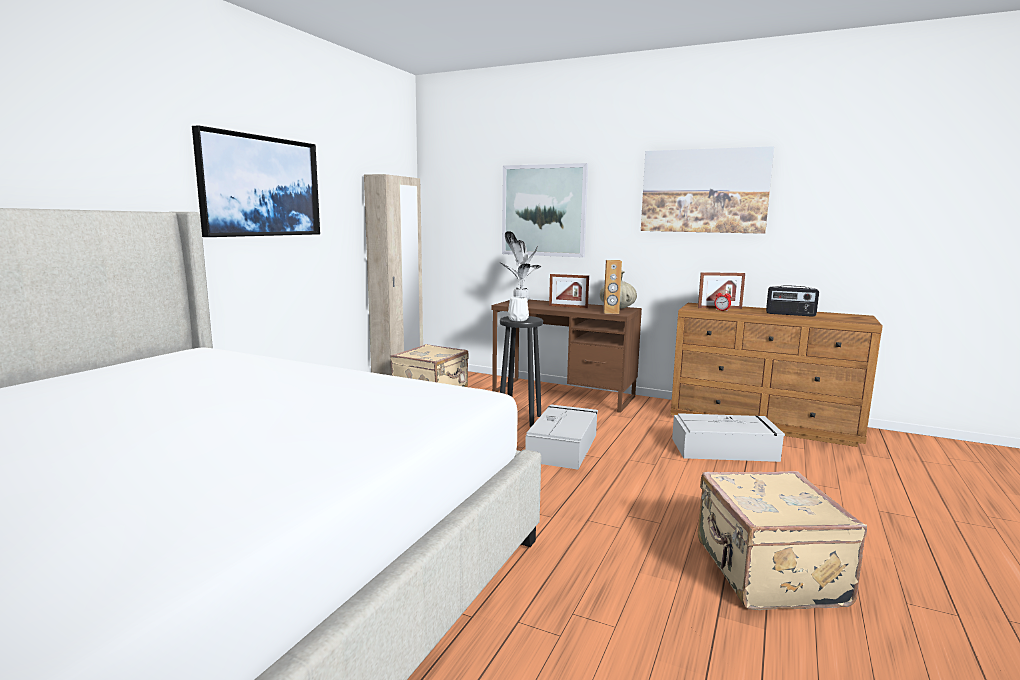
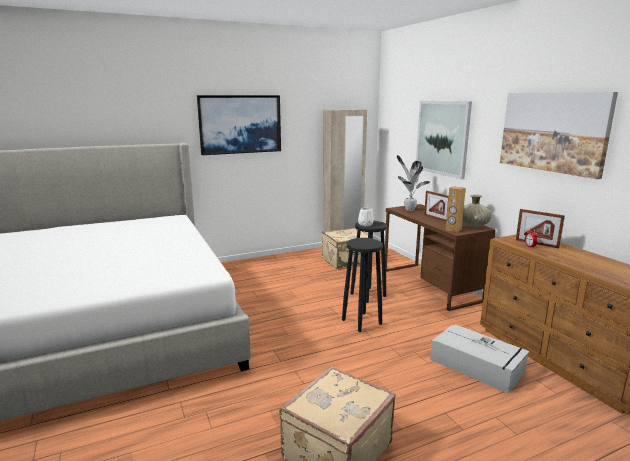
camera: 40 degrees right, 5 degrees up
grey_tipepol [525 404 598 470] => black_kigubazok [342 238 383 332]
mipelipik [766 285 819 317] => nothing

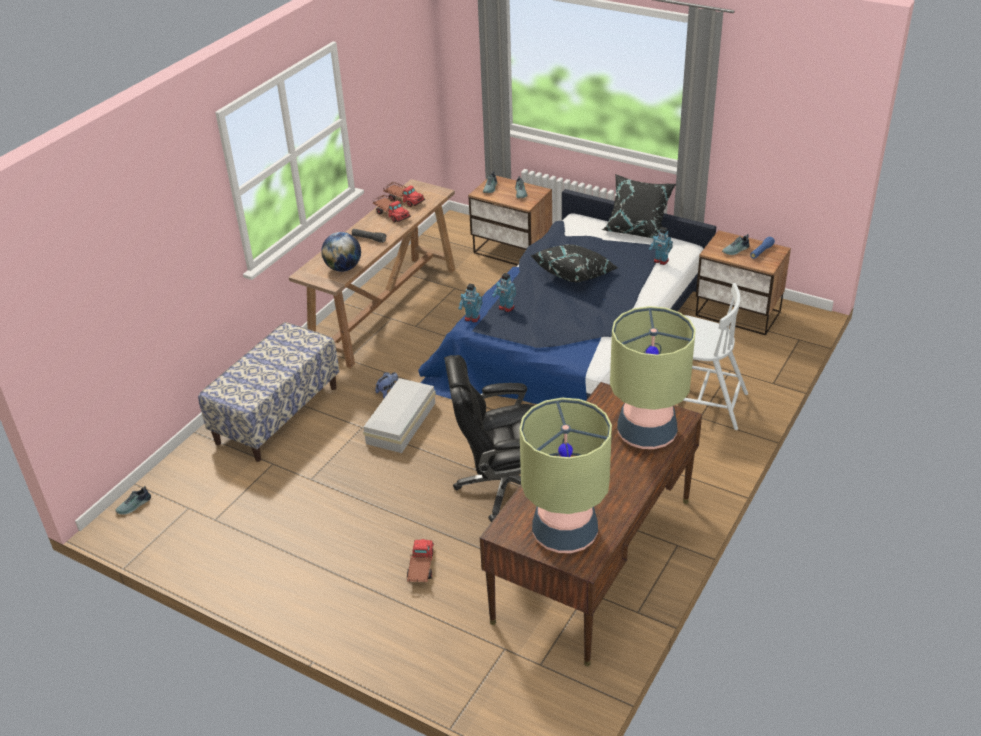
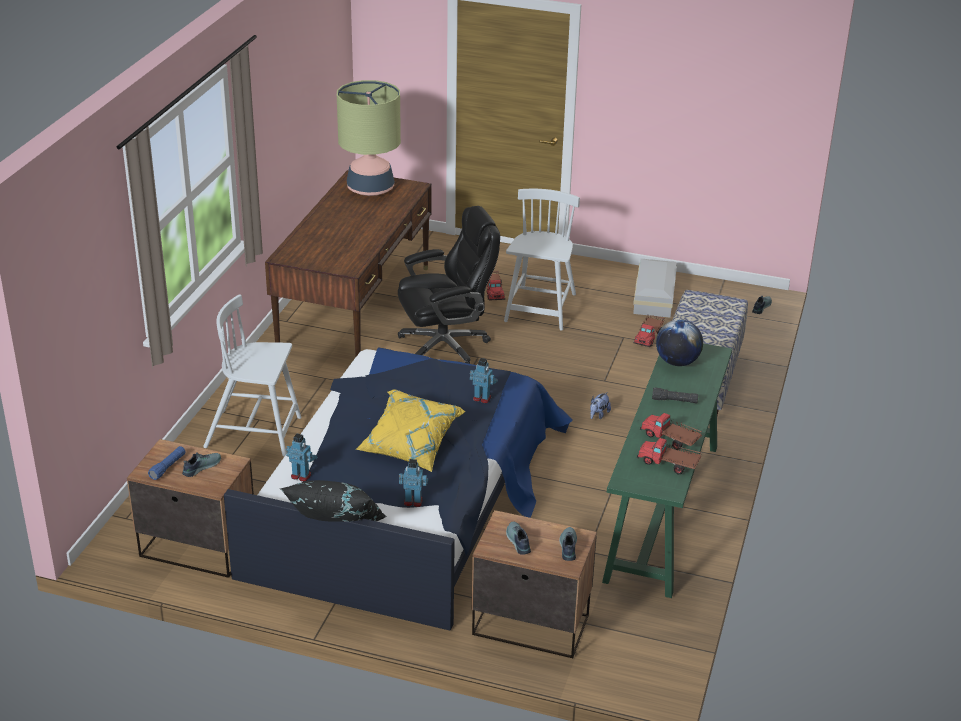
camera: 165 degrees right, 5 degrees down
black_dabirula [531 244 618 282] => yellow_dabirula [356 389 466 472]
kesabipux [458 284 482 322] => kesabipux [399 459 428 507], relocated
nothing => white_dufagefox [504 189 580 331]
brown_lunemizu [289 179 455 368] => green_lunemizu [602 343 732 598]
white_tipepol [363 378 436 453] => white_tipepol [633 259 677 318], relocated
nothing => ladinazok [633 315 664 347]
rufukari [610 306 696 449] => nothing

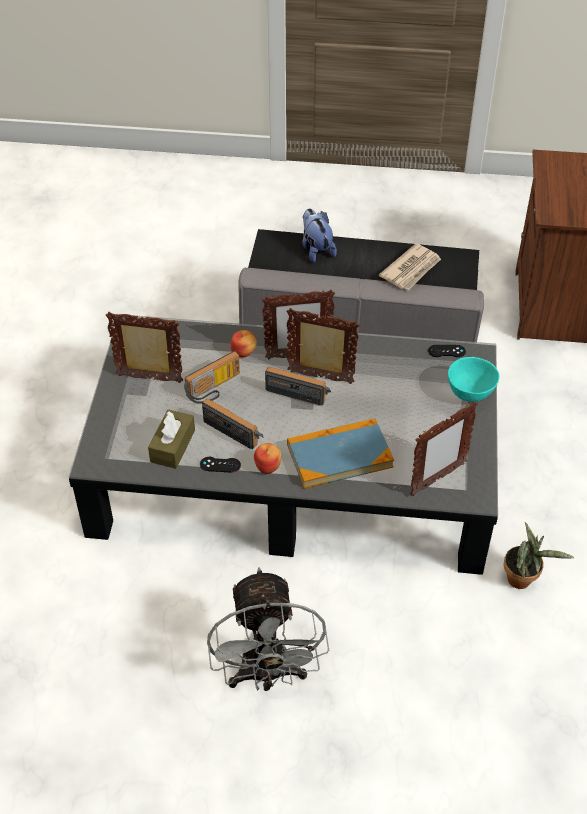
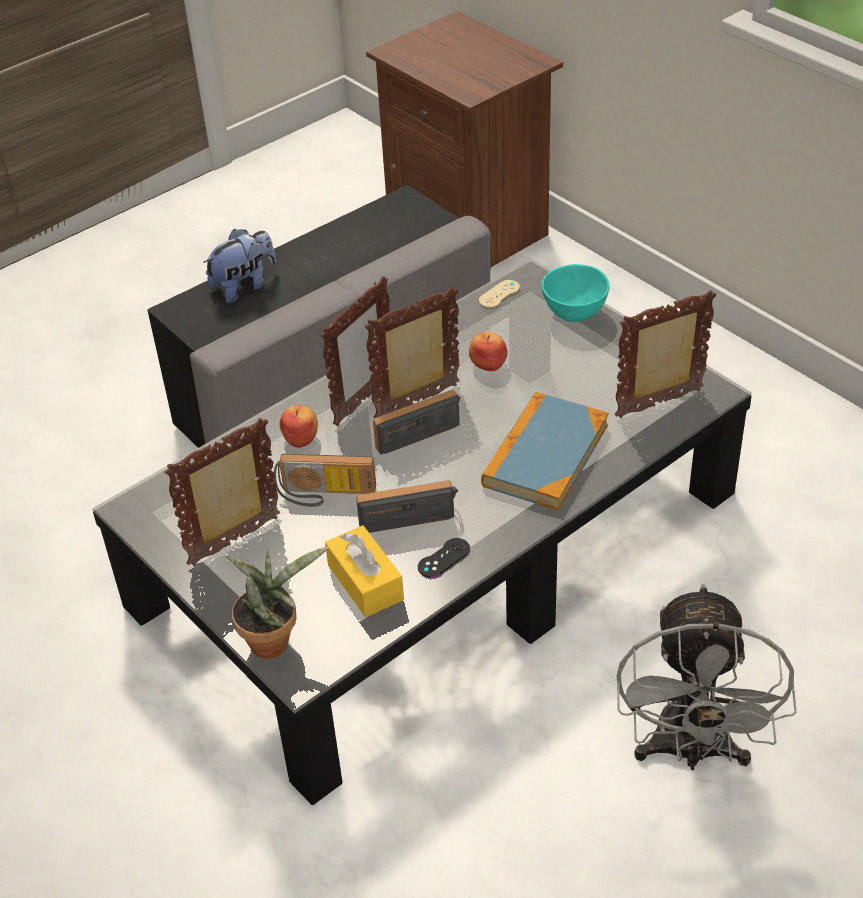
camera: 45 degrees left, 5 degrees down
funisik [302 208 337 263] => funisik [203 229 276 303], 120 degrees clockwise
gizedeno [504 522 574 589] => gizedeno [226 546 329 659], relocated
mipelipik [184 351 240 404] => mipelipik [274 454 376 507], 90 degrees clockwise
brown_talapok [148 409 195 468] => yellow_talapok [325 525 404 617]
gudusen [254 443 281 474] => gudusen [469 332 508 371], relocated
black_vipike [428 345 466 357] => beige_vipike [479 280 520 308]
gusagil [410 401 478 496] => gusagil [615 290 717 418], 120 degrees counterclockwise
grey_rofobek [207 568 329 691] => grey_rofobek [617 584 797 770], 60 degrees clockwise
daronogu [379 243 441 290] => nothing

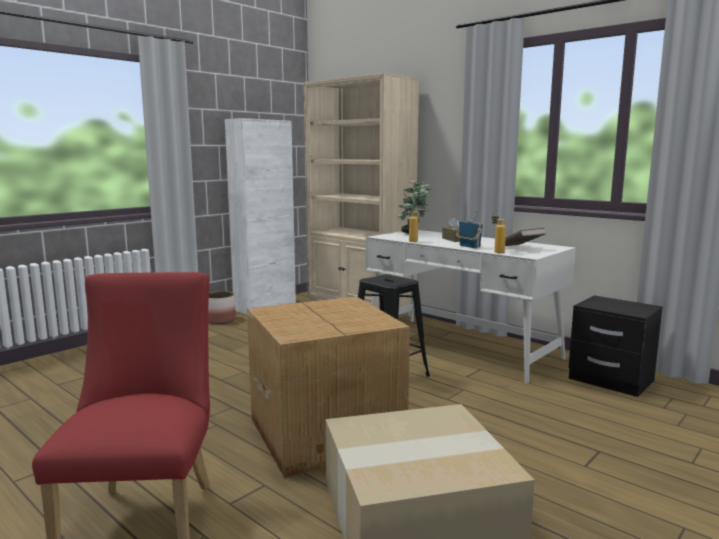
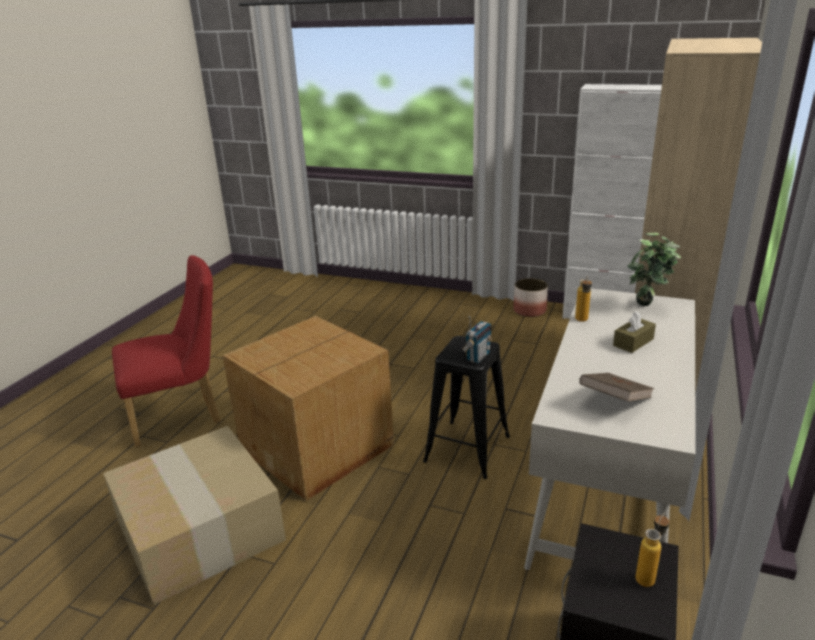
camera: 70 degrees right, 15 degrees up
mipelipik [456 209 483 248] => mipelipik [462 316 492 363], relocated
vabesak [492 211 506 253] => vabesak [635 512 670 587], relocated

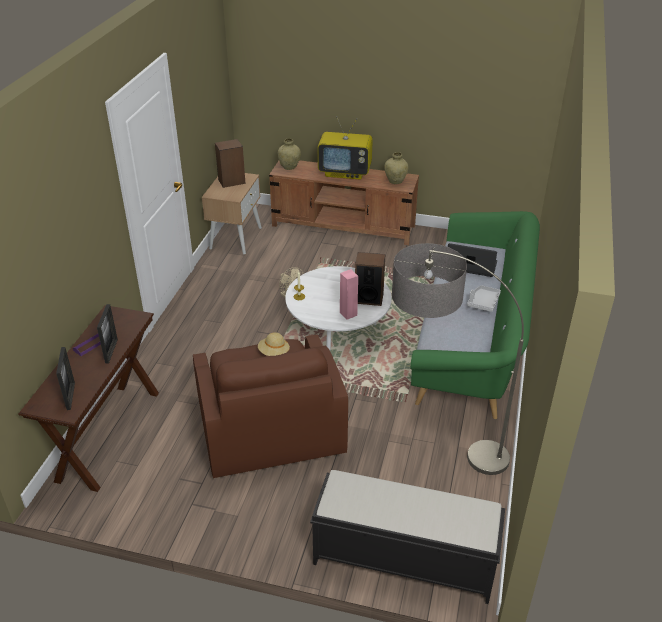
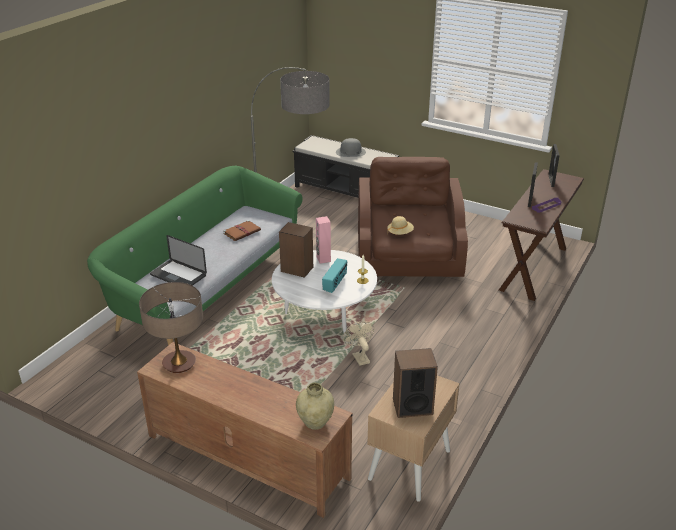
camera: 165 degrees left, 5 degrees down
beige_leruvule [384 152 409 184] => rufukari [139 282 203 373]
nothing => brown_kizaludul [223 220 261 241]
nothing => mipelipik [322 258 347 293]
nothing => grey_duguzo [336 138 366 157]
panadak [318 116 373 180] => nothing
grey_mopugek [467 285 501 312] => nothing

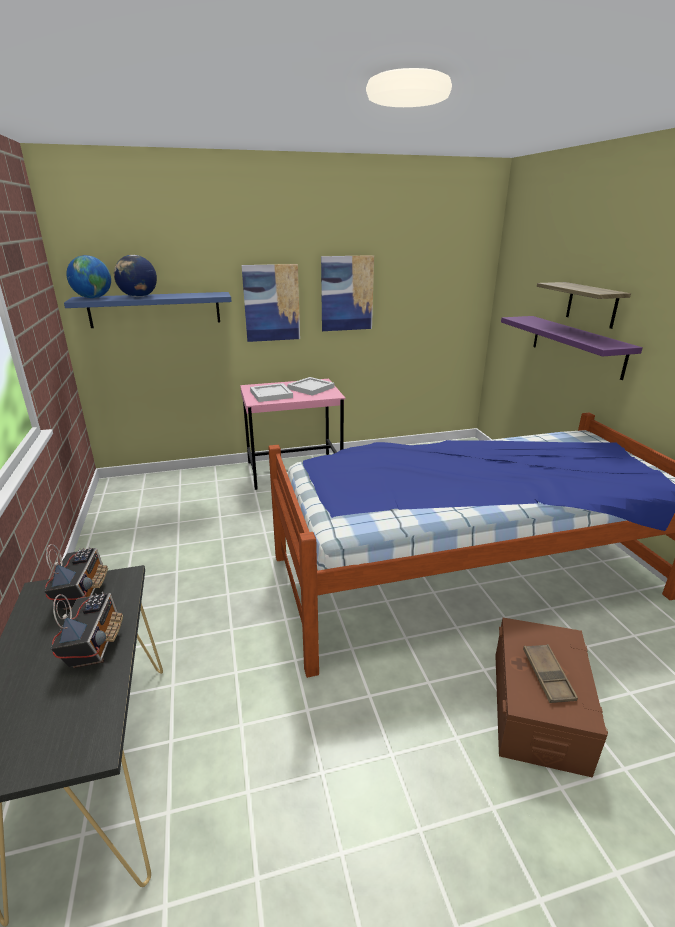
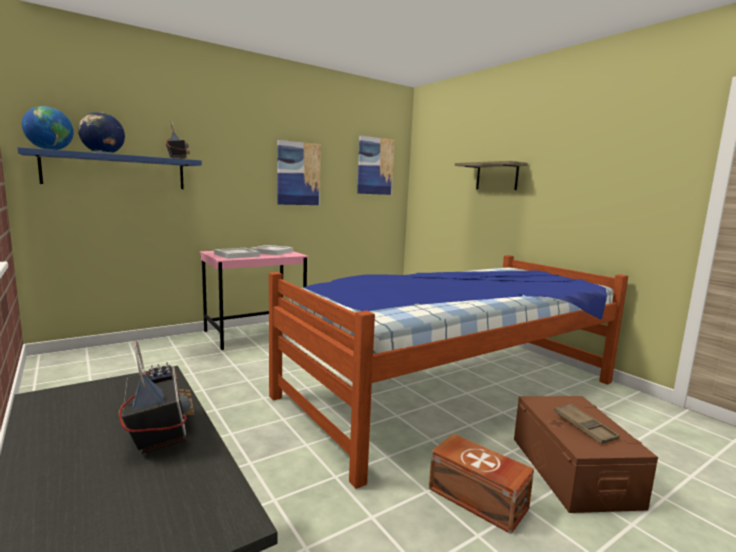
camera: 20 degrees left, 15 degrees down
mipelipik [44 544 108 610] => mipelipik [166 120 190 159], relocated
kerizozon [241 264 300 342] => kerizozon [357 136 394 195], relocated
nothing => brown_tipepol [429 434 534 534]
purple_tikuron [501 316 643 380] => nothing

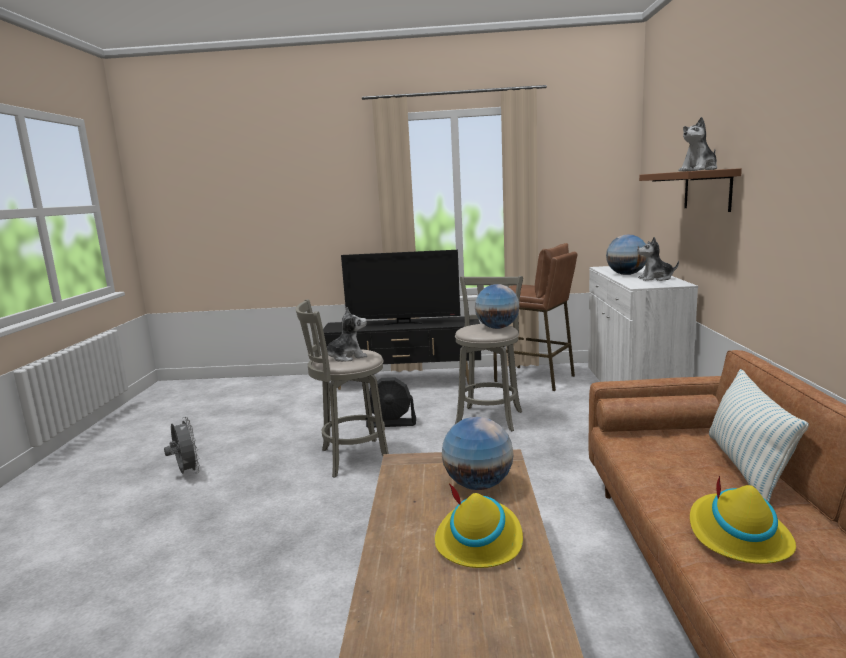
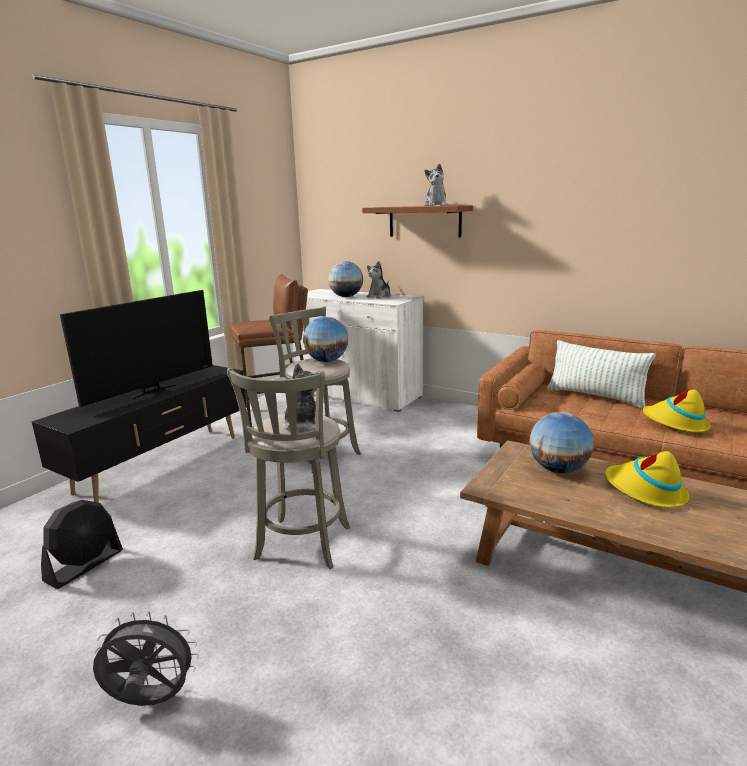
camera: 60 degrees left, 5 degrees up
black_rofobek [366 377 416 428] => black_rofobek [41 500 123 589], relocated

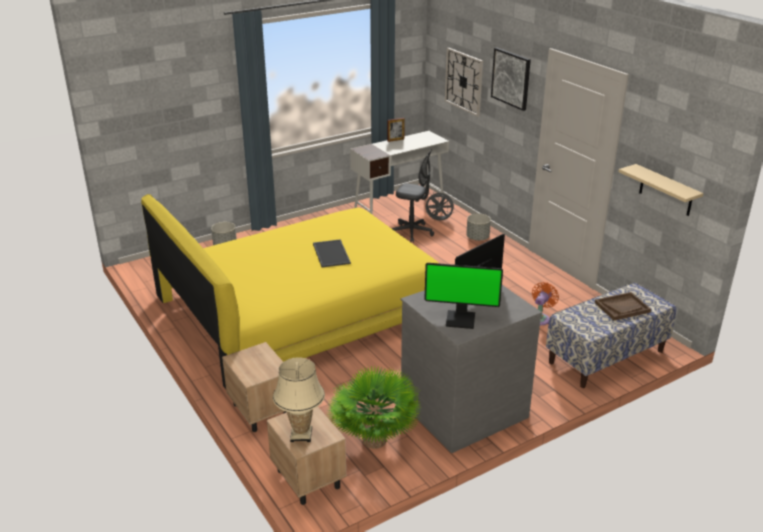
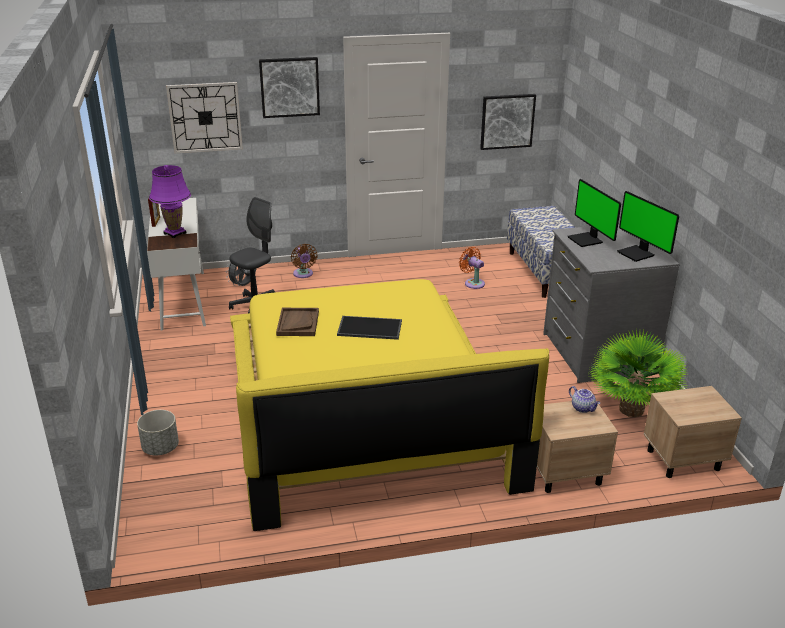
camera: 70 degrees left, 0 degrees up
nothing => purple_rufukari [149 165 191 238]
brown_mopugek [595 292 651 320] => brown_mopugek [276 308 319 336], relocated
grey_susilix [466 213 491 241] => brown_rofobek [291 244 318 278]
beige_tikuron [618 164 704 216] => kerizozon [480 94 536 150]
nothing => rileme [569 386 600 413]
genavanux [424 263 503 329] => genavanux [617 191 679 262], 120 degrees clockwise
beige_rufukari [273 357 325 442] => nothing

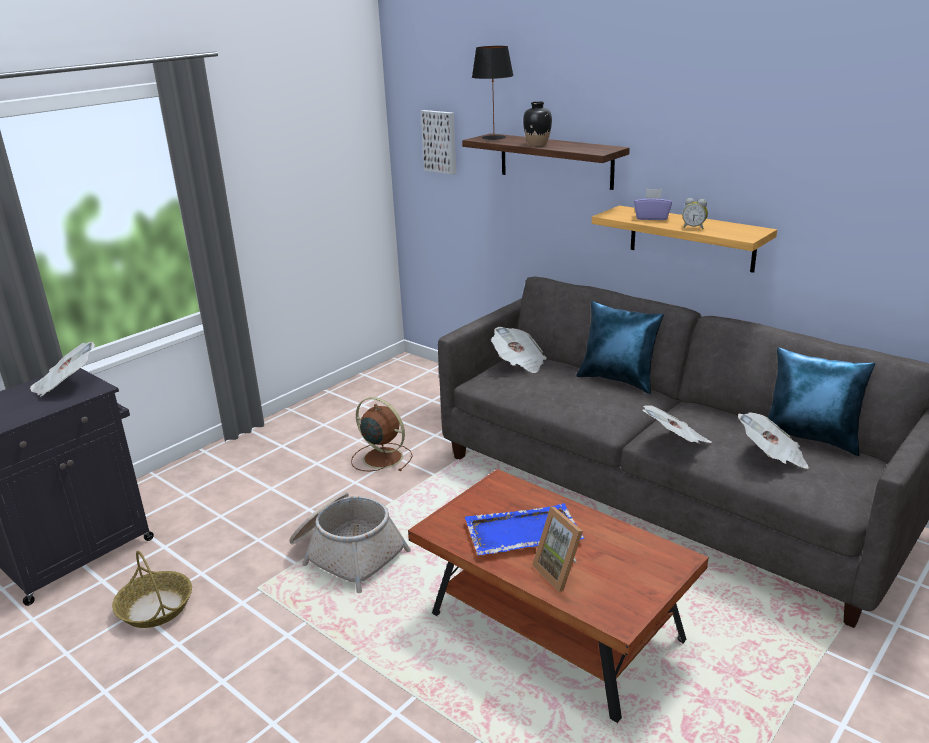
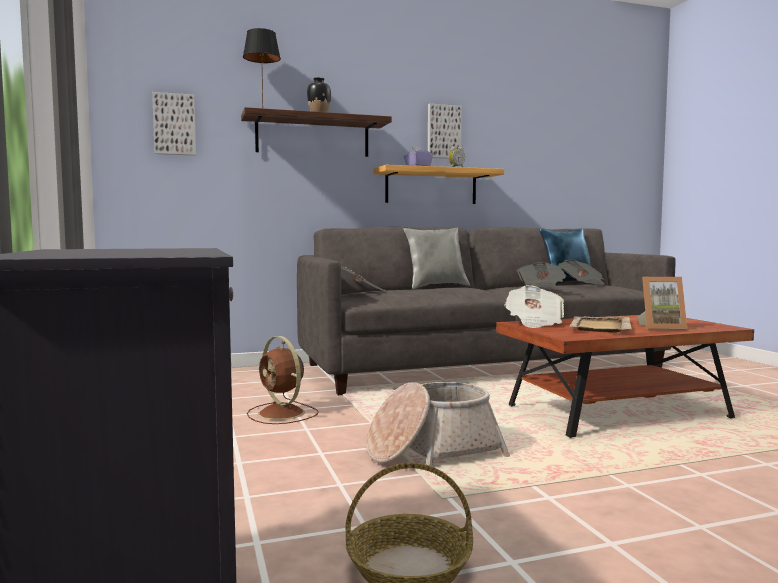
camera: 60 degrees left, 20 degrees down
brown_rofobek [351 397 413 471] => brown_rofobek [247 336 319 424], 105 degrees counterclockwise
blue_dabirula [576 301 664 394] => grey_dabirula [403 228 470 289]
nothing => kerizozon [428 104 462 159]
daronogu [30 342 95 397] => daronogu [505 285 564 328], relocated
blue_mopugek [465 503 584 555] => beige_mopugek [569 316 631 333]

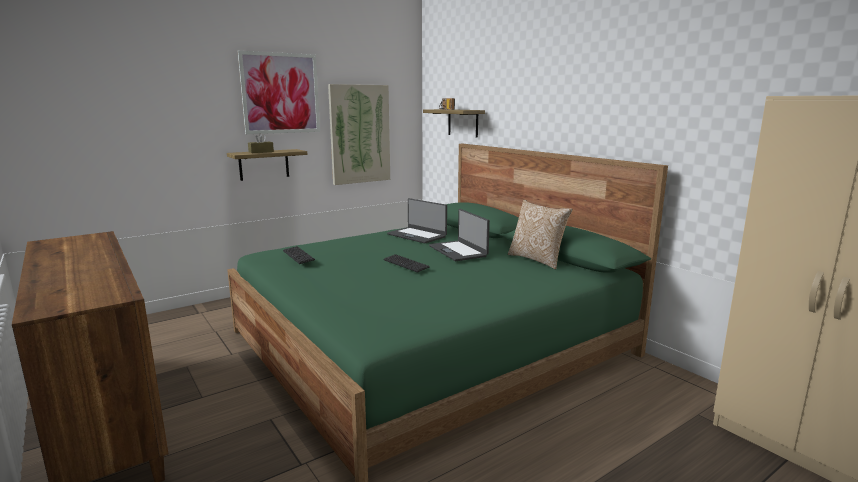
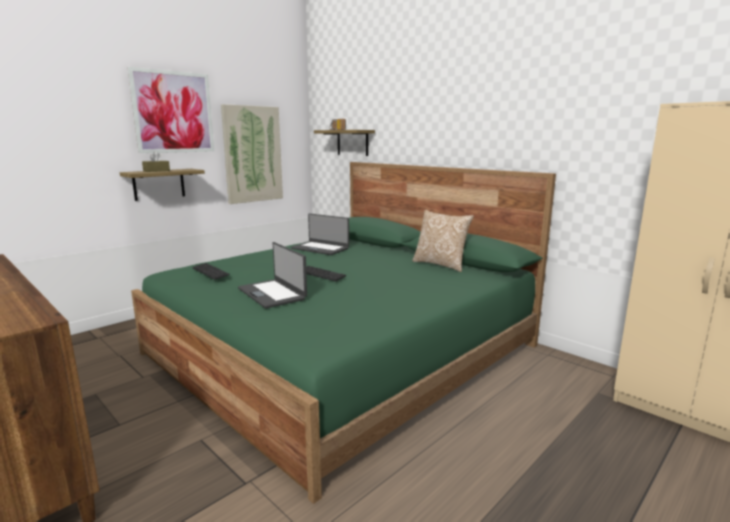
camera: 10 degrees left, 0 degrees up
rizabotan [429 209 490 261] => rizabotan [238 242 307 309], relocated

